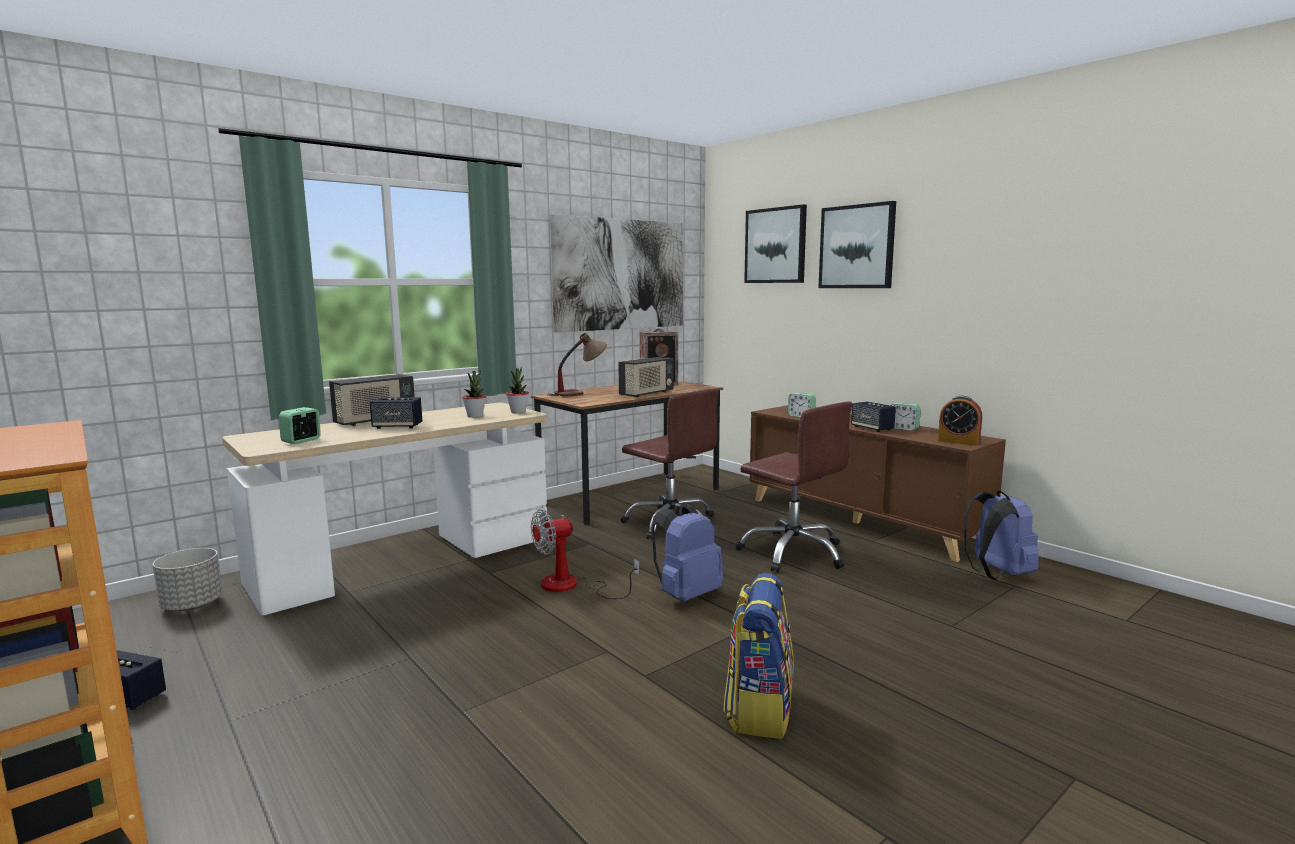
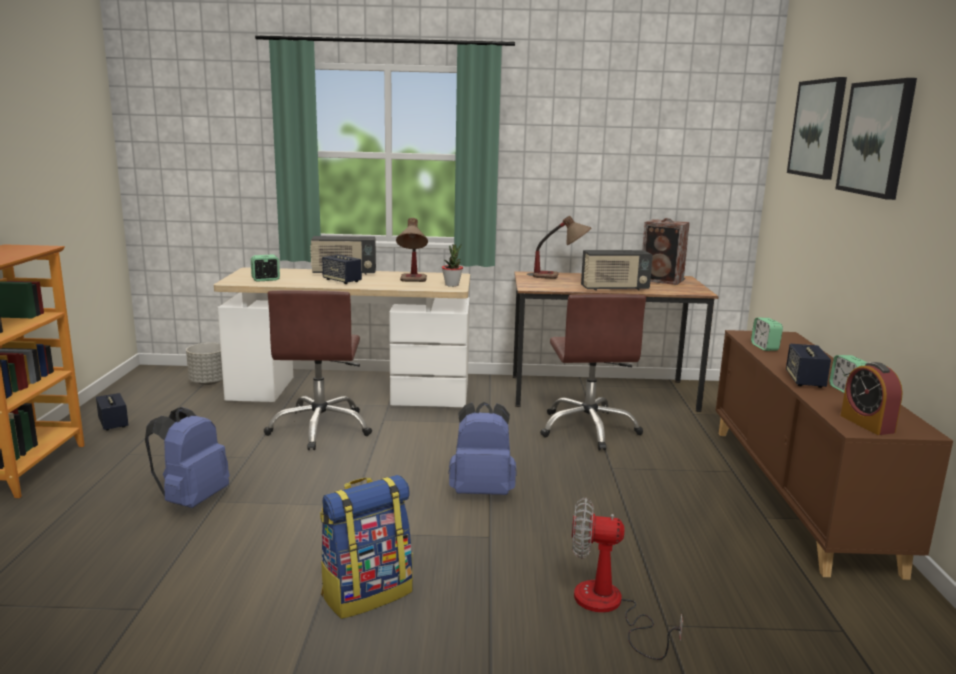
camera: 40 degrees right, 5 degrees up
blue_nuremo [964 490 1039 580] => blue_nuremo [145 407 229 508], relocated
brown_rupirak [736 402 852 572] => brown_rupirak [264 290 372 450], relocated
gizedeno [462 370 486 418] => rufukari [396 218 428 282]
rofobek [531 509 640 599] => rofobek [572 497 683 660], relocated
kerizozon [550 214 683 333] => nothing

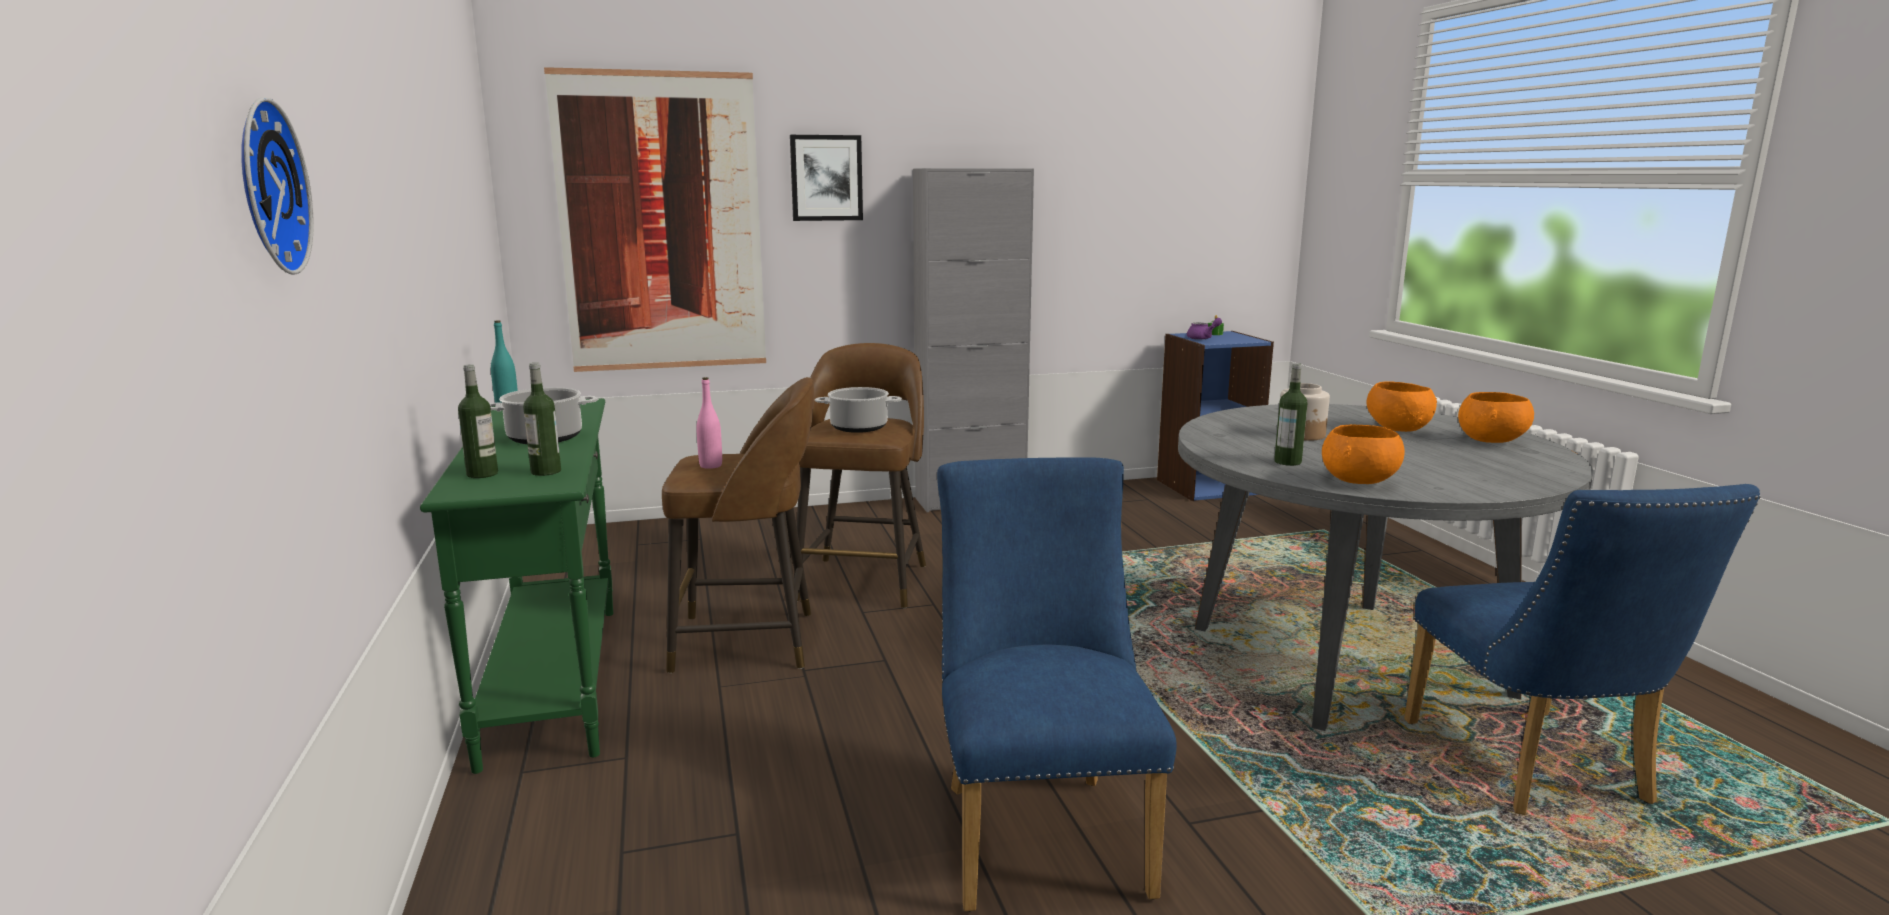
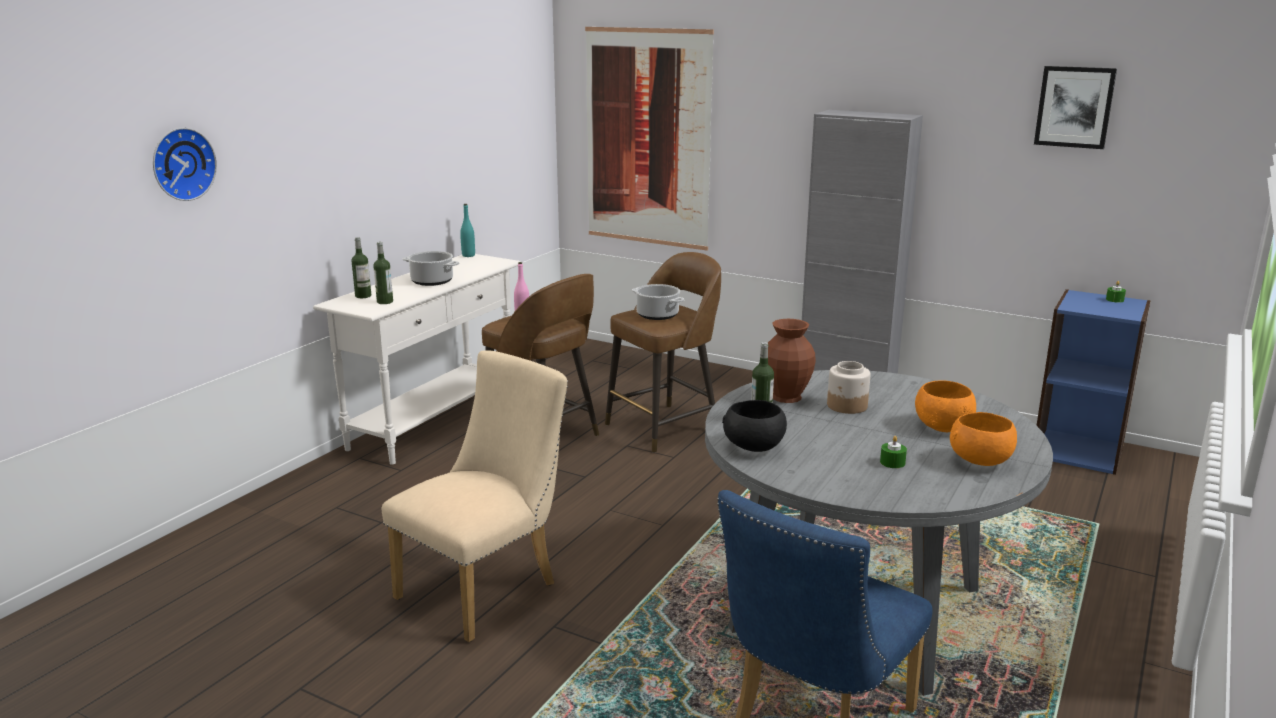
camera: 45 degrees right, 5 degrees up
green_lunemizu [420 398 613 774] => white_lunemizu [313 254 521 465]
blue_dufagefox [937 457 1177 912] => beige_dufagefox [382 350 568 642]
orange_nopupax [1322 425 1405 484] => black_nopupax [722 400 787 452]
nothing => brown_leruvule [768 319 816 403]
nothing => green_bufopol [880 436 907 468]
kerizozon [790 135 863 221] => kerizozon [1034 66 1117 149], relocated
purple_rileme [1187 318 1222 340] => nothing

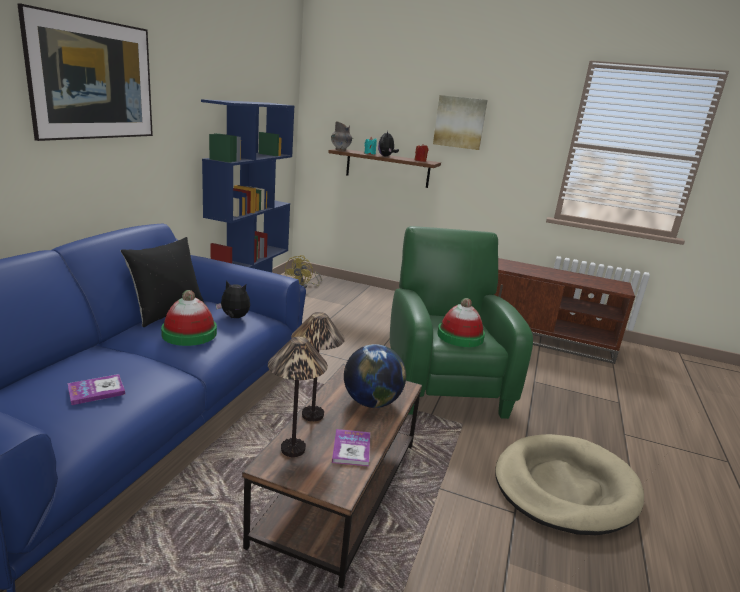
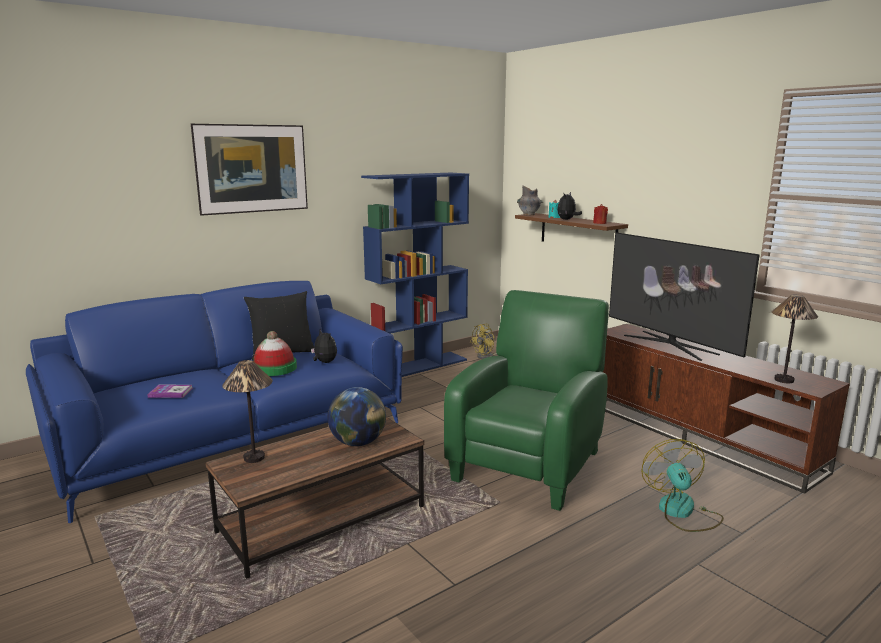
camera: 35 degrees right, 5 degrees down
nothing => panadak [609 232 759 361]
nothing => rofobek [641 439 724 532]
rufukari [291 312 345 422] => rufukari [772 295 818 383], relocated
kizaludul [332 429 370 466] => nothing
kerizozon [433 95 488 150] => nothing
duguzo [437 298 485 347] => nothing
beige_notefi [495 434 644 535] => nothing

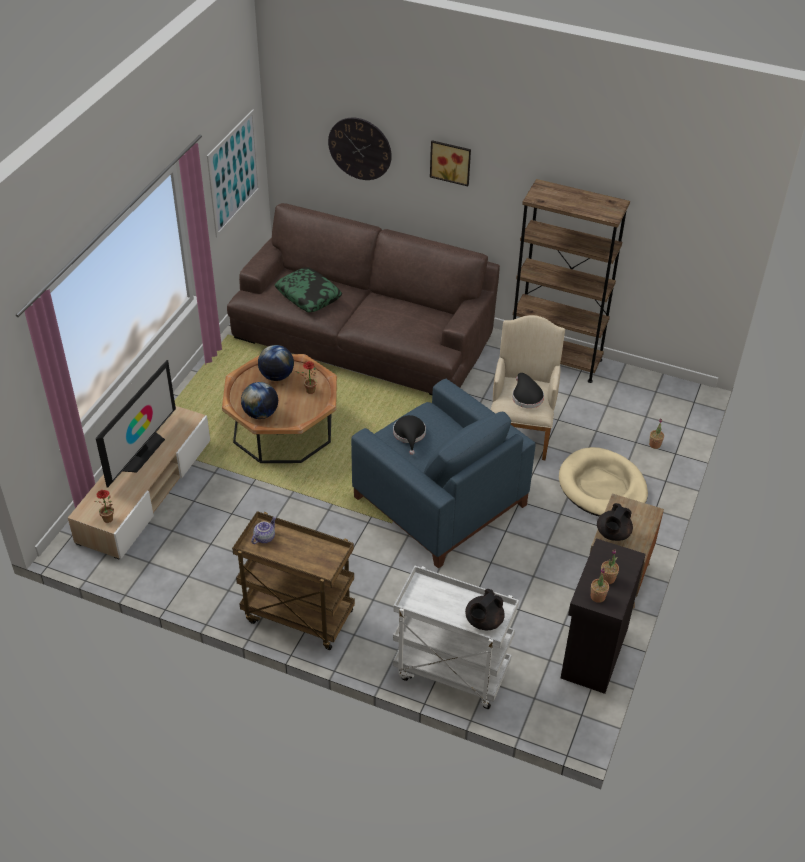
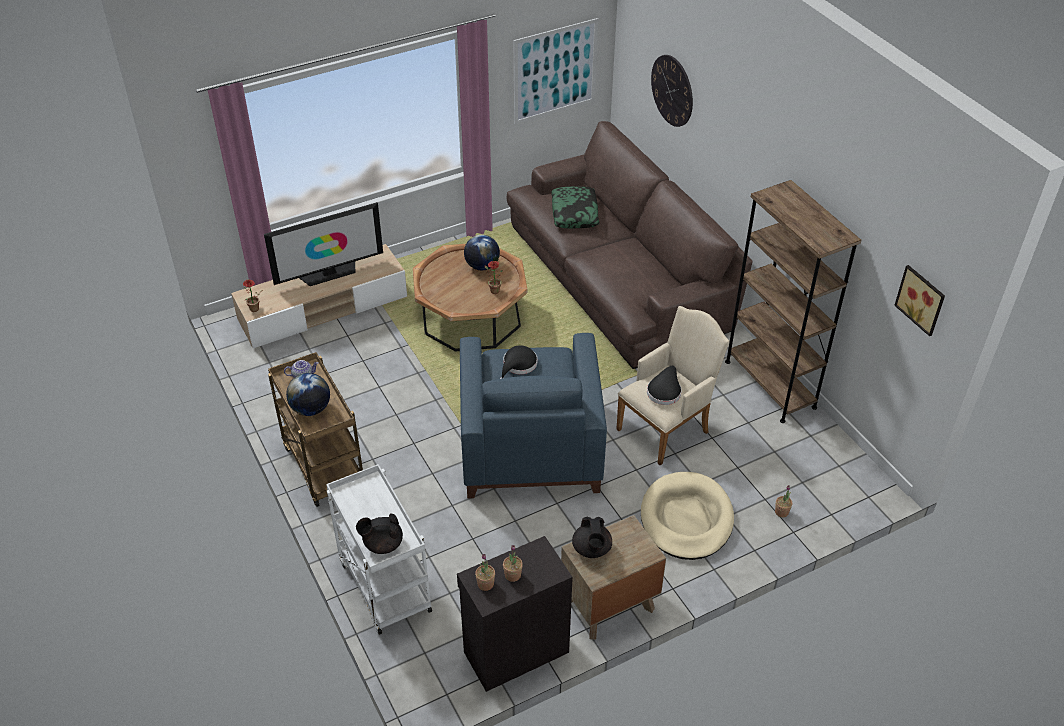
camera: 40 degrees right, 0 degrees up
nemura [241 382 278 419] => nemura [286 373 330 416], relocated
black_rileme [597 503 633 541] => black_rileme [572 517 612 558], 75 degrees counterclockwise
kerizozon [430 140 471 186] => kerizozon [894 265 945 336], relocated

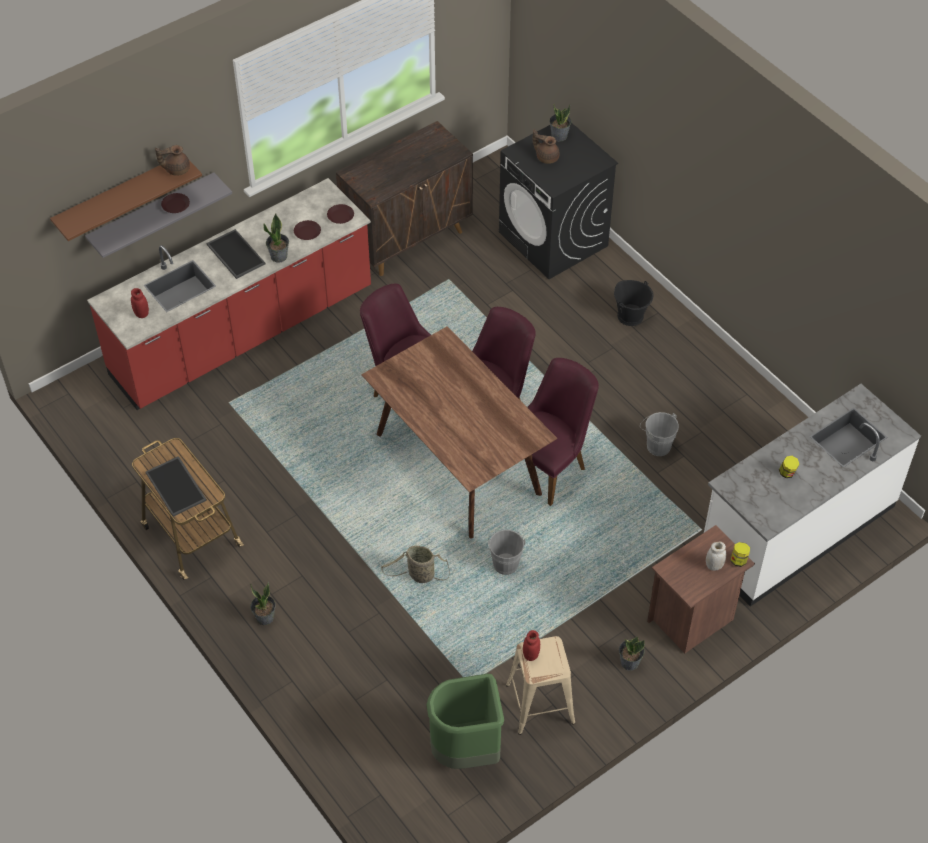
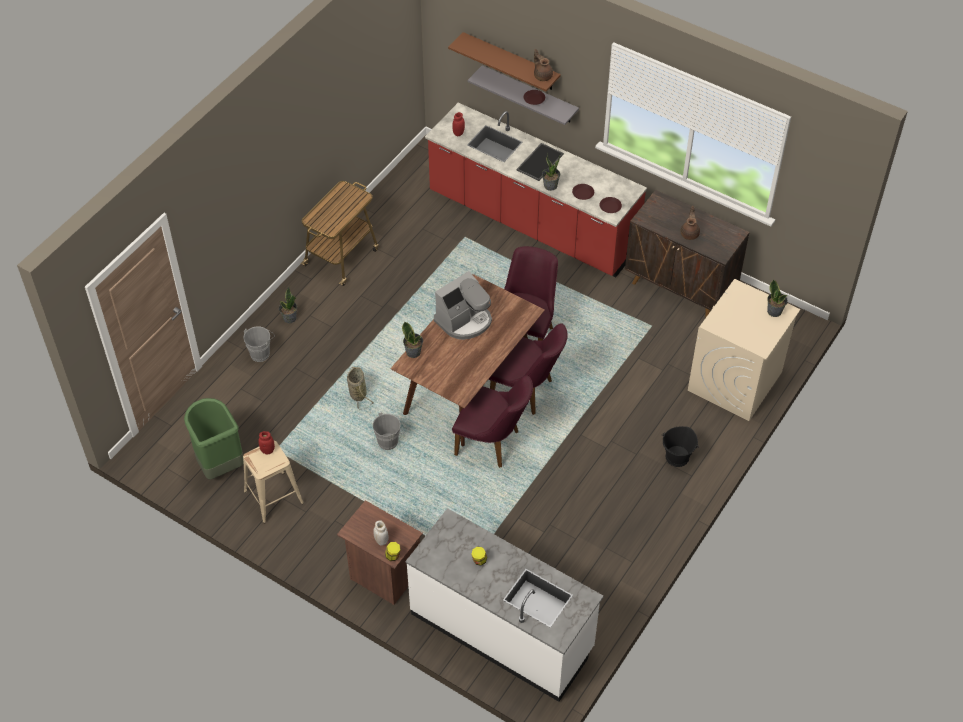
camera: 70 degrees right, 0 degrees up
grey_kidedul [640 412 679 456] => grey_kidedul [243 326 275 362], relocated
gizedeno [619 637 645 671] => gizedeno [402 321 423 358], relocated
nothing => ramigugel [434 271 492 340]
brown_rileme [533 130 560 164] => brown_rileme [680 206 700 240], relocated
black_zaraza [499 123 618 279] => beige_zaraza [688 279 800 421]
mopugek [145 456 207 517] => nothing

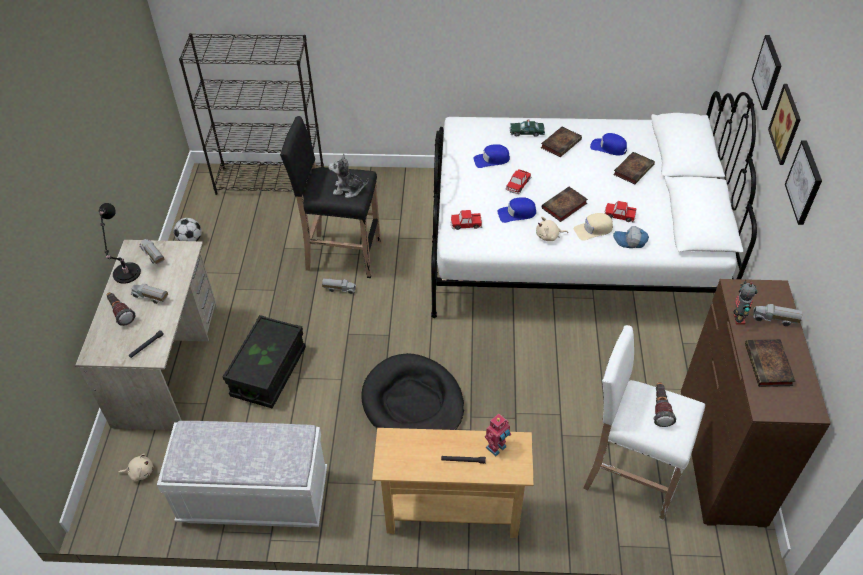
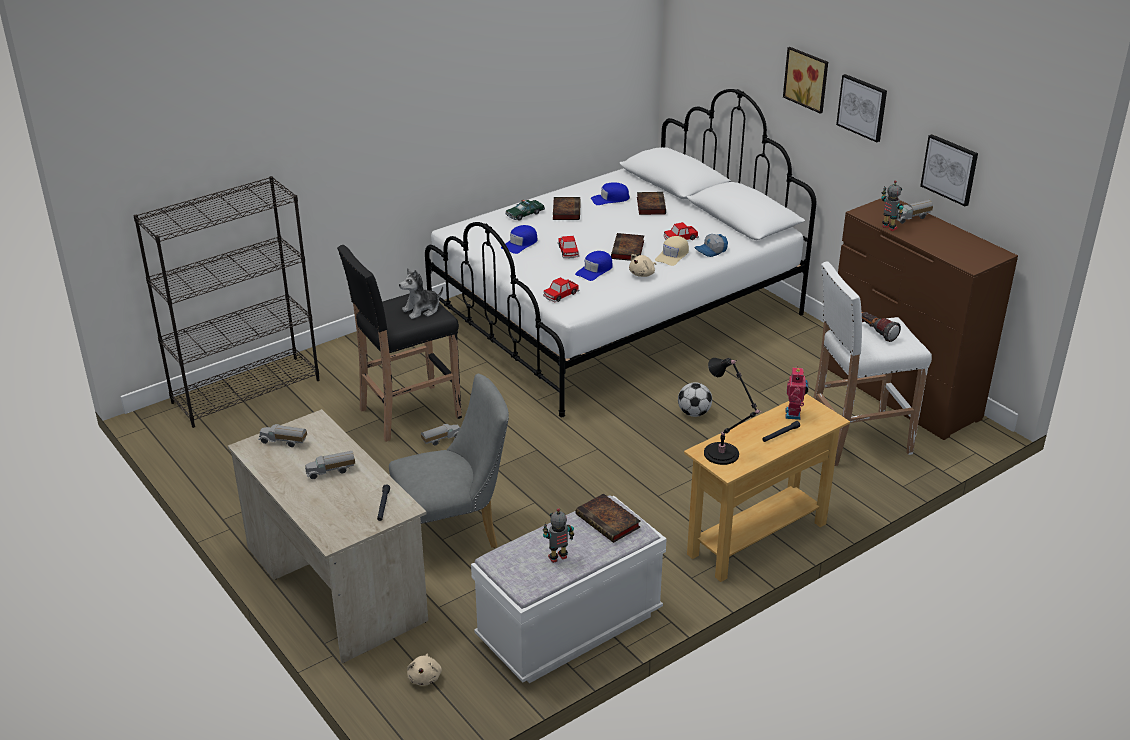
camera: 40 degrees left, 15 degrees down
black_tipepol [222 315 306 408] => grey_dufagefox [389 374 509 548]
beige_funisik [118 454 153 482] => beige_funisik [407 653 442 686], 135 degrees clockwise
nothing => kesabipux [543 508 574 563]
kizaludul [745 339 796 387] => kizaludul [576 493 641 543], relocated
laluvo [173 218 202 241] => laluvo [678 382 712 417], relocated
black_rufukari [99 203 141 284] => black_rufukari [704 358 761 465], relocated
kerizozon [752 35 781 110] => kerizozon [920 134 978 206], relocated
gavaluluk [107 292 136 326] => nothing
black_notefi [361 353 464 430] => nothing

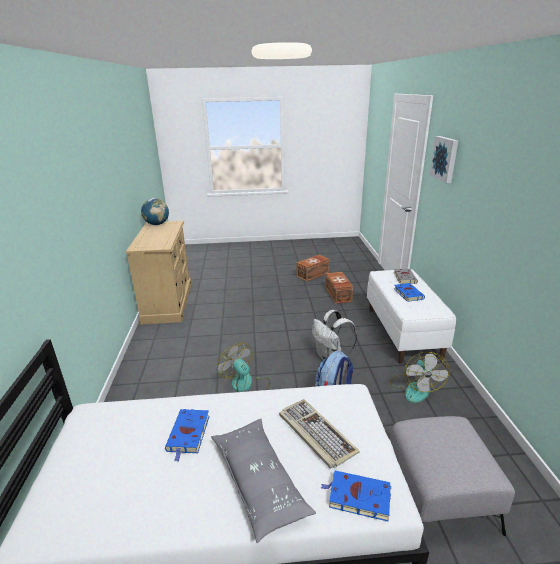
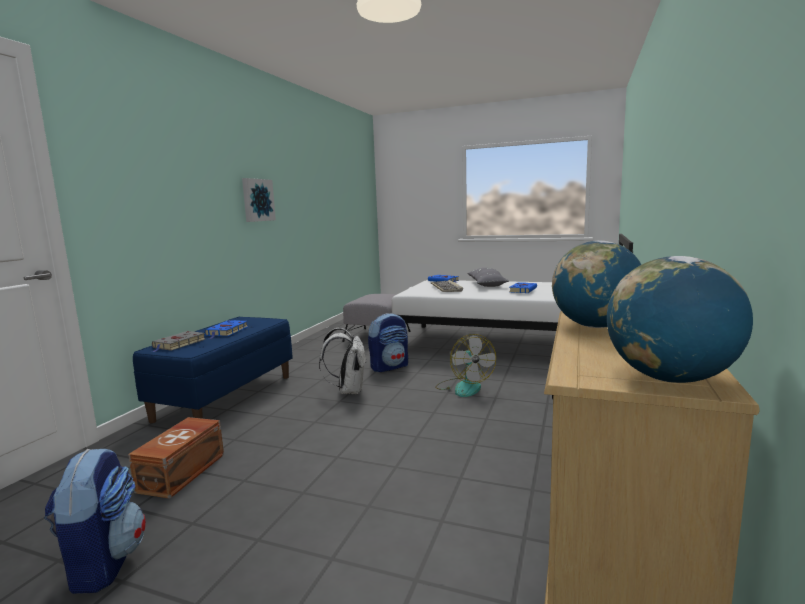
camera: 155 degrees left, 15 degrees down
brown_tipepol [296 255 330 282] => nuremo [44 449 146 594]
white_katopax [367 269 456 364] => blue_katopax [133 317 293 423]
kerizozon [430 136 458 183] => kerizozon [242 178 276 222], relocated
nothing => nemura [552 241 641 328]
rofobek [390 352 450 403] => nothing

